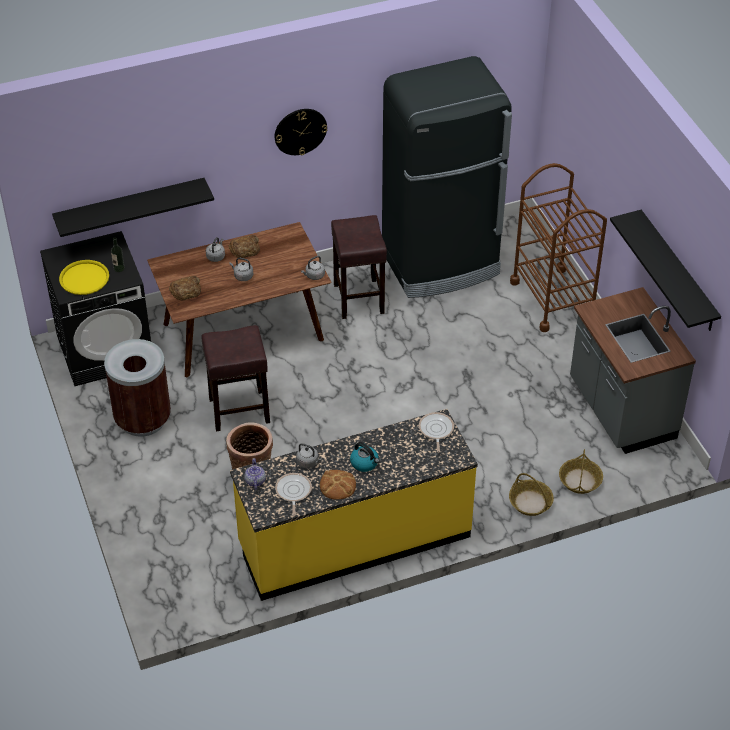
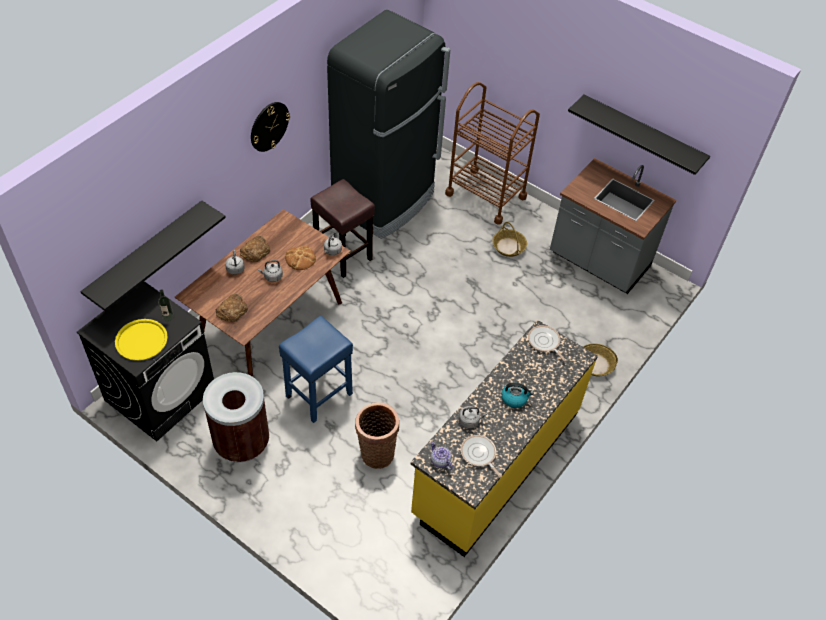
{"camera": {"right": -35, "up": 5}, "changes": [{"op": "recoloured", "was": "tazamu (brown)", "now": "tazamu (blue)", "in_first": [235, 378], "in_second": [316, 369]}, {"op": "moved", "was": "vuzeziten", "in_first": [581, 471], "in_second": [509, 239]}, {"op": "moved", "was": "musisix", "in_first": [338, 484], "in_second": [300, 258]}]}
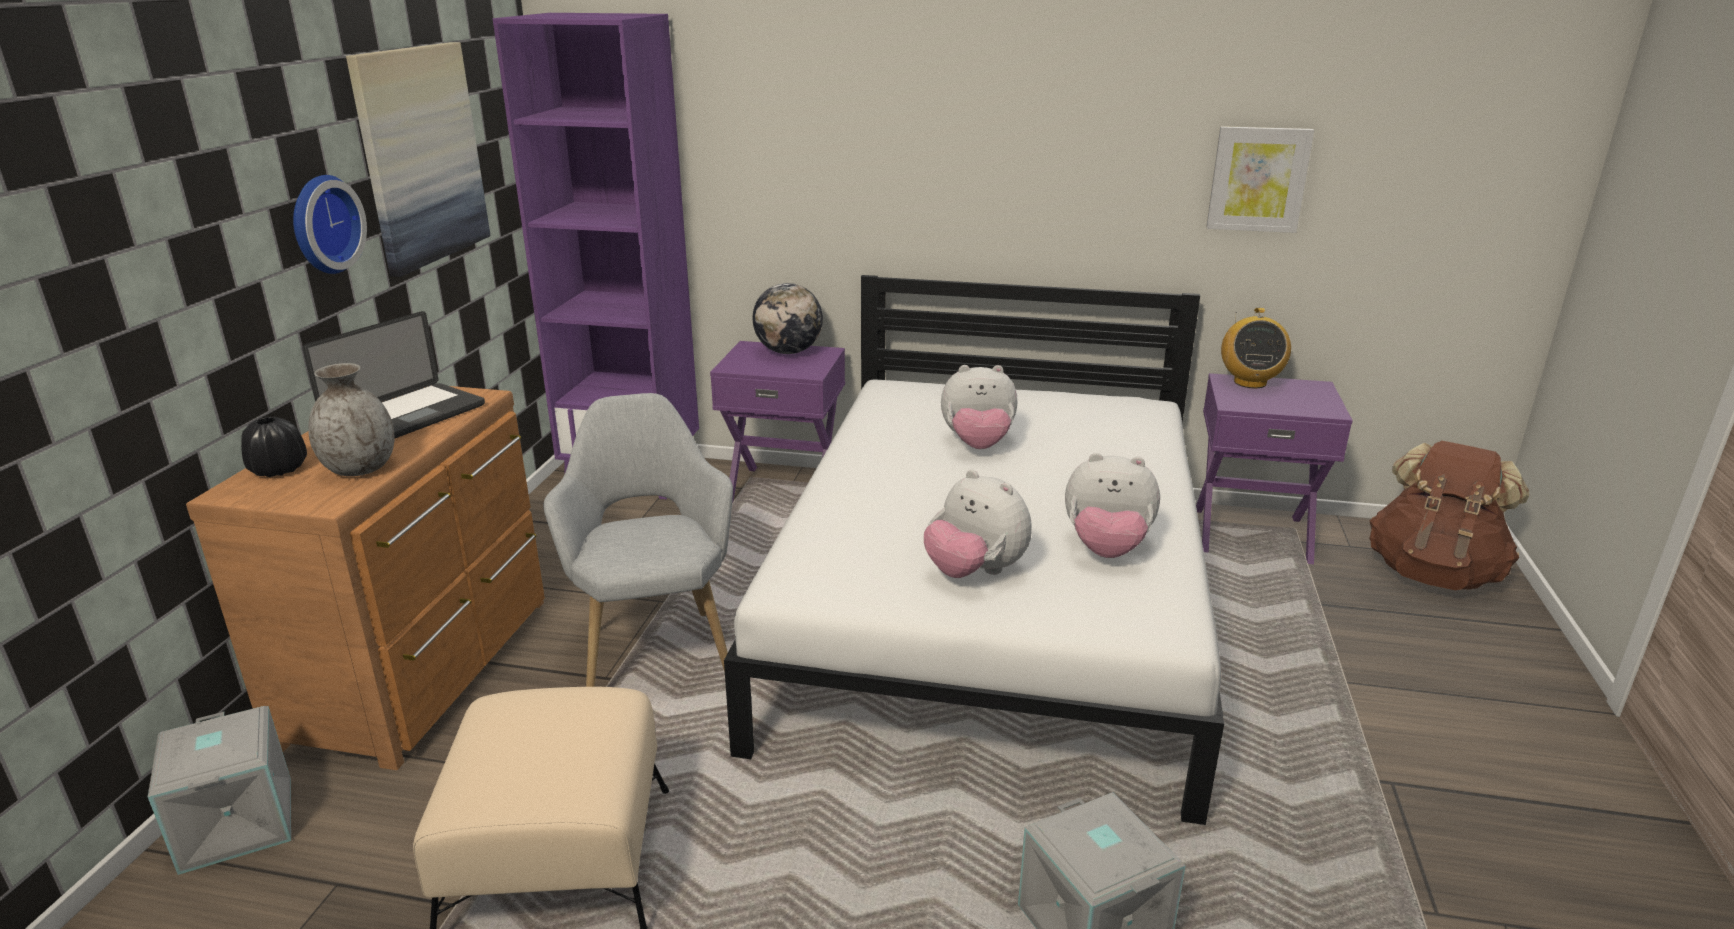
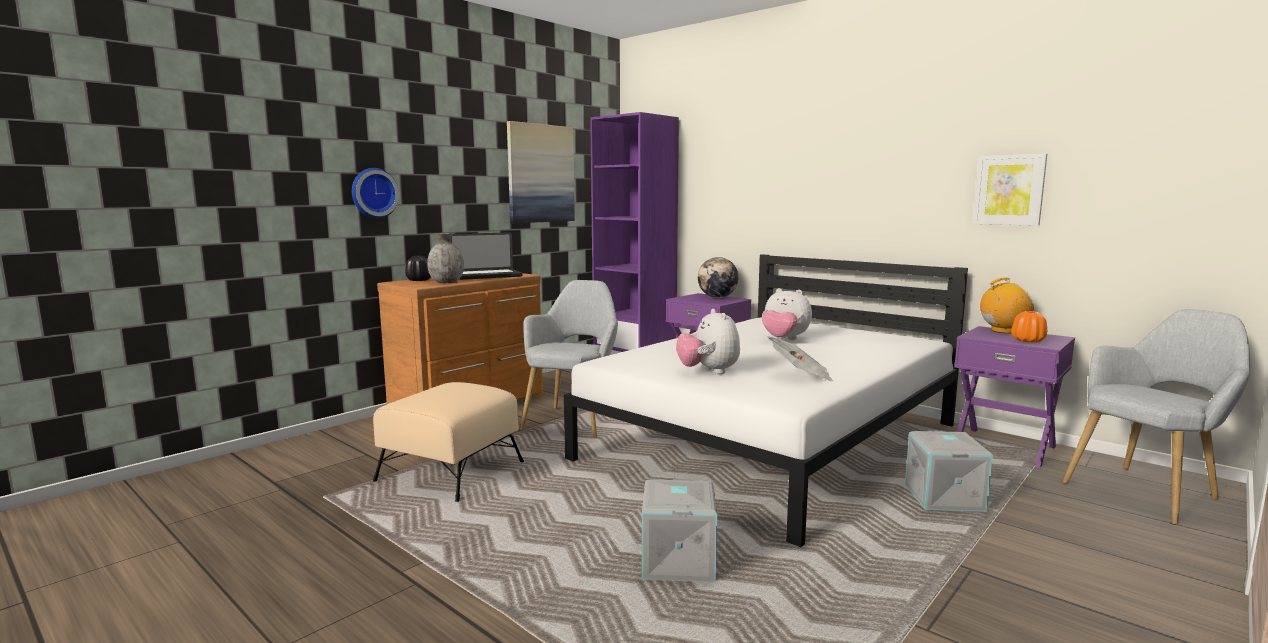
{"camera": {"right": 30, "up": -15}, "changes": [{"op": "moved", "was": "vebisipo", "in_first": [330, 224], "in_second": [375, 193]}, {"op": "turned", "was": "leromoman", "in_first": [1256, 348], "in_second": [1007, 305], "clockwise": -135}, {"op": "replaced", "was": "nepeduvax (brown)", "now": "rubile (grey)", "in_first": [1449, 515], "in_second": [1156, 417]}, {"op": "replaced", "was": "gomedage", "now": "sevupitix", "in_first": [1112, 505], "in_second": [800, 359]}, {"op": "moved", "was": "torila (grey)", "in_first": [219, 790], "in_second": [949, 471]}, {"op": "added", "now": "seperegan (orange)", "in_second": [1029, 326]}]}
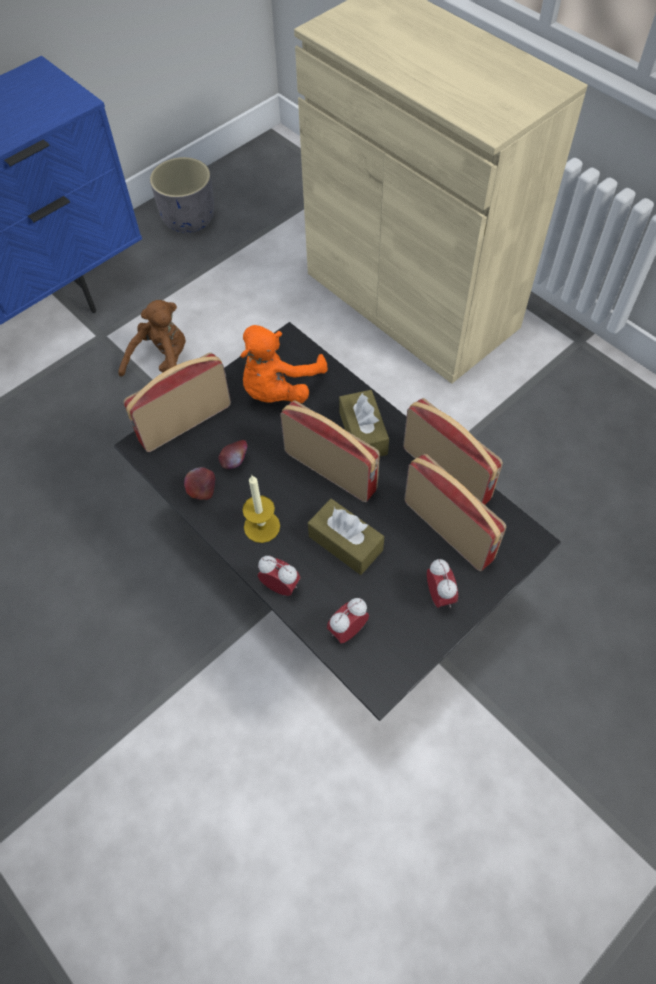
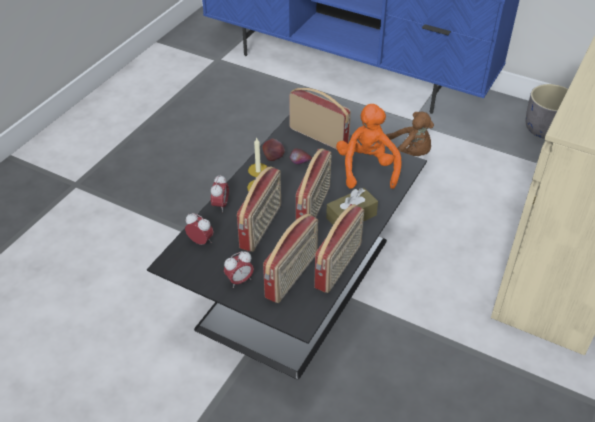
{"camera": {"right": 70, "up": -15}, "changes": [{"op": "turned", "was": "gomedage (orange)", "in_first": [284, 364], "in_second": [368, 146], "clockwise": 75}, {"op": "replaced", "was": "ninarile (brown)", "now": "leromoman", "in_first": [346, 537], "in_second": [259, 209]}]}
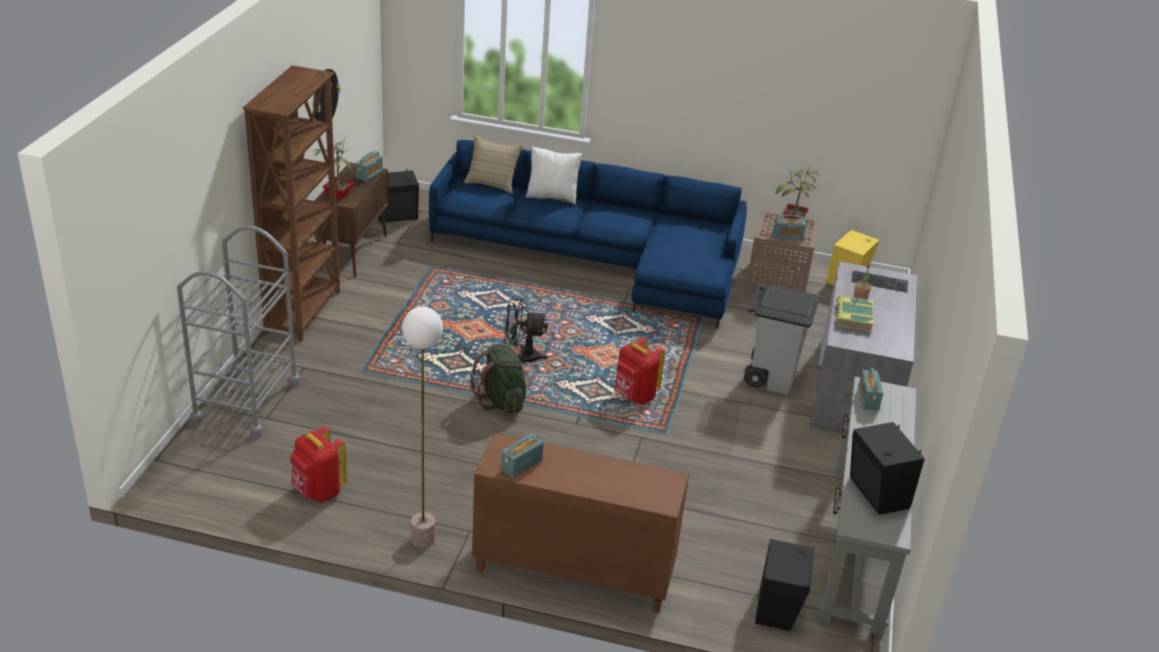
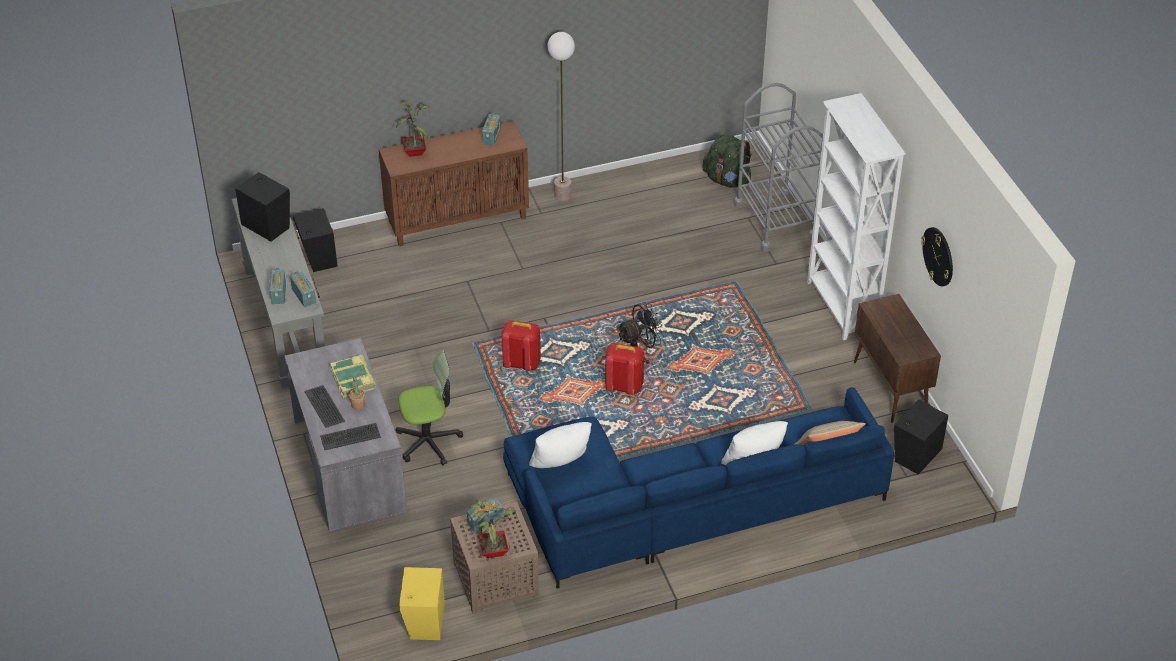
{"camera": {"right": 150, "up": 10}, "changes": [{"op": "recoloured", "was": "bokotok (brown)", "now": "bokotok (white)", "in_first": [291, 203], "in_second": [856, 216]}, {"op": "moved", "was": "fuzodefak", "in_first": [334, 168], "in_second": [412, 128]}, {"op": "moved", "was": "leromoman", "in_first": [369, 166], "in_second": [277, 286]}, {"op": "replaced", "was": "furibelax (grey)", "now": "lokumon", "in_first": [781, 339], "in_second": [429, 407]}, {"op": "moved", "was": "nepeduvax (green)", "in_first": [499, 379], "in_second": [726, 161]}, {"op": "moved", "was": "nepeduvax (red)", "in_first": [318, 464], "in_second": [624, 369]}, {"op": "added", "now": "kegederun", "in_second": [324, 406]}, {"op": "added", "now": "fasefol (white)", "in_second": [560, 445]}]}
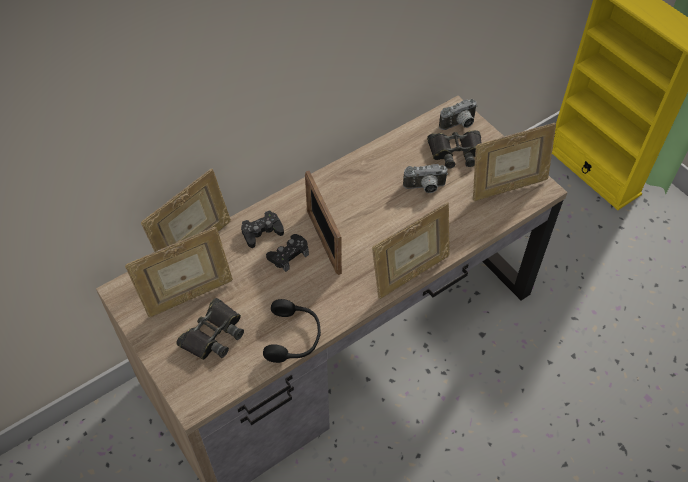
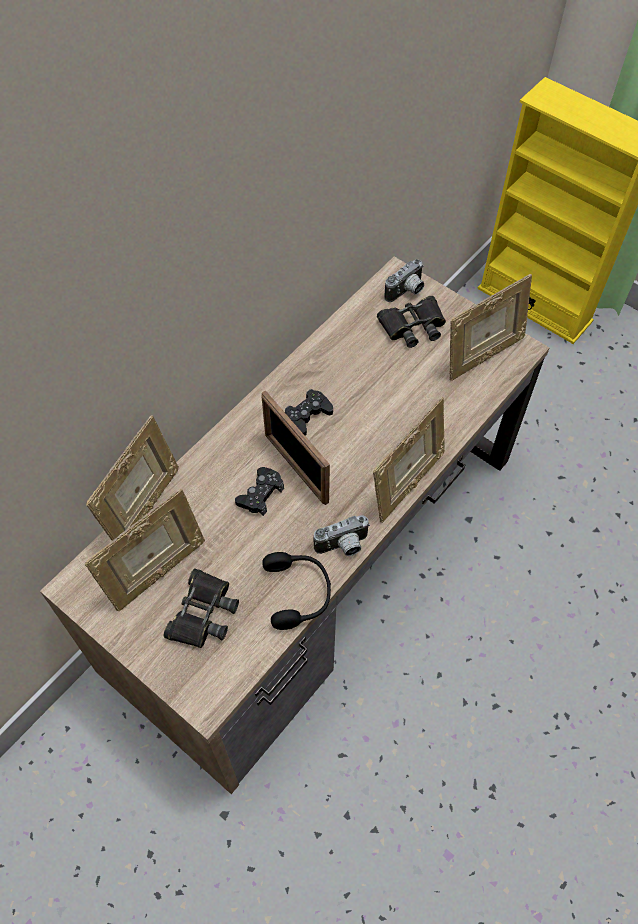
{"camera": {"right": -15, "up": 5}, "changes": [{"op": "moved", "was": "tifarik", "in_first": [425, 178], "in_second": [342, 535]}, {"op": "moved", "was": "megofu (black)", "in_first": [262, 229], "in_second": [309, 412]}]}
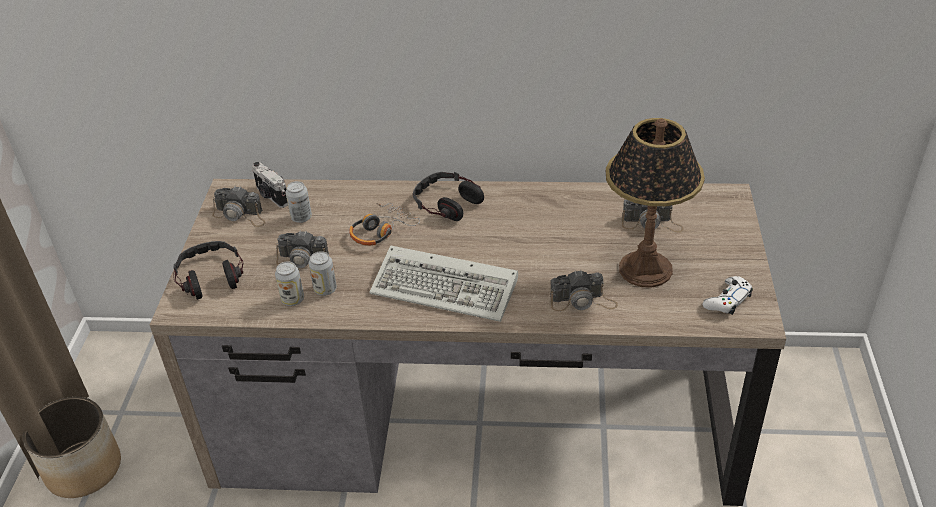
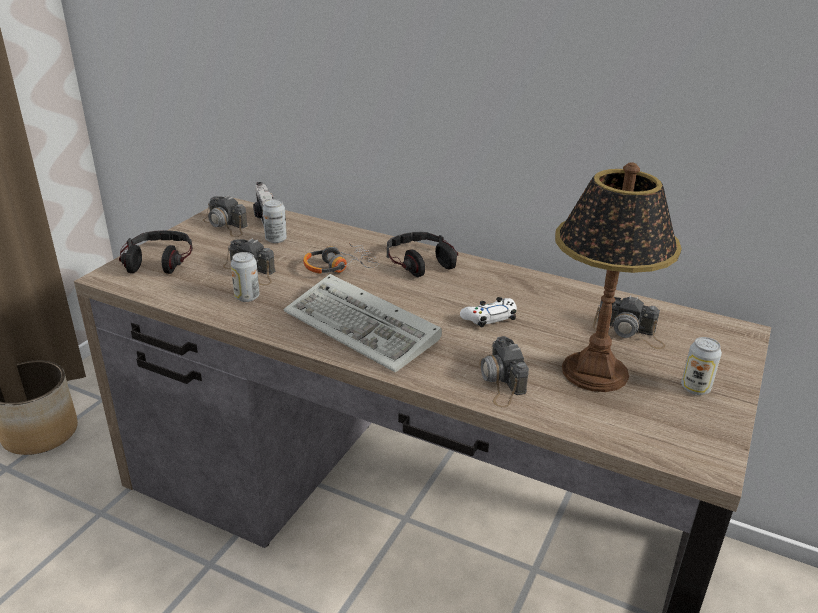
{"camera": {"right": 20, "up": -10}, "changes": [{"op": "moved", "was": "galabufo", "in_first": [289, 284], "in_second": [701, 366]}, {"op": "turned", "was": "tifarik", "in_first": [584, 291], "in_second": [504, 371], "clockwise": 60}, {"op": "moved", "was": "megofu (white)", "in_first": [728, 295], "in_second": [488, 312]}]}
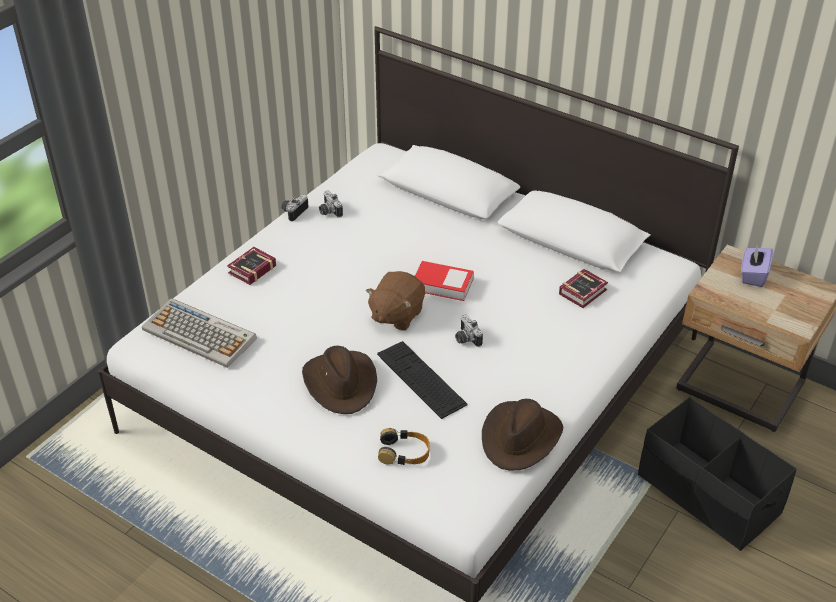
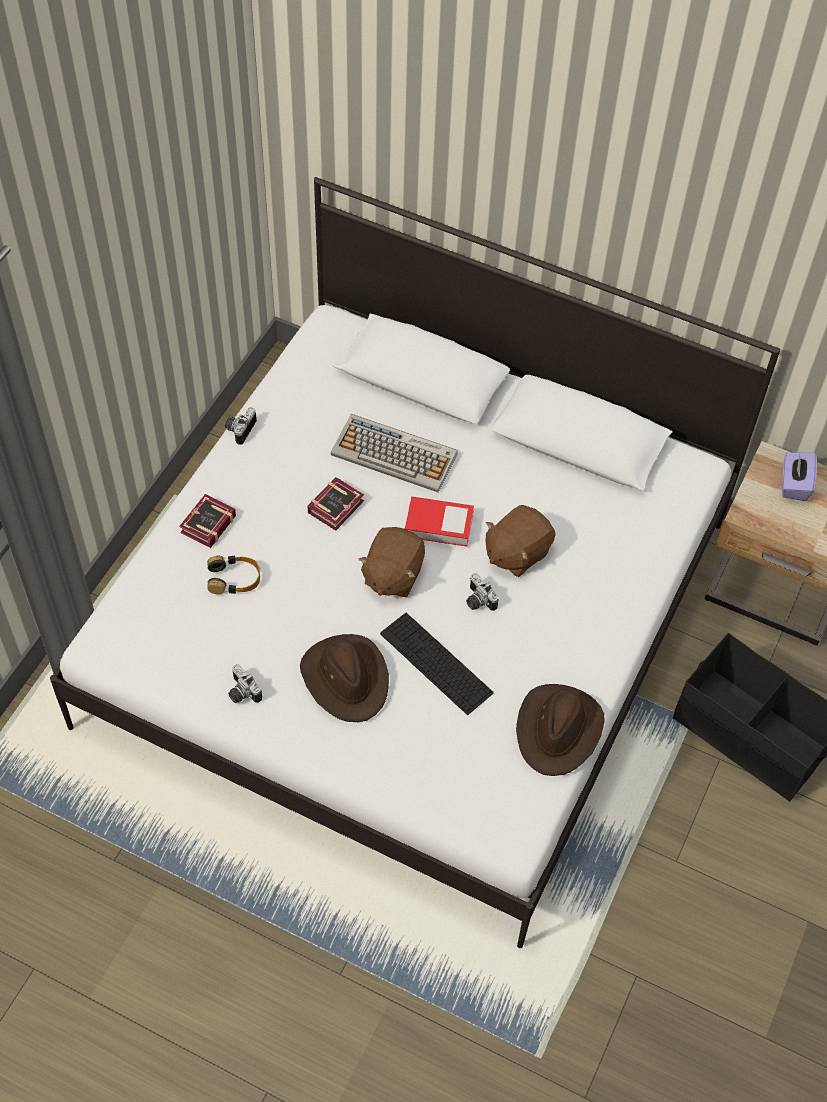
{"camera": {"right": -10, "up": 15}, "changes": [{"op": "moved", "was": "tifarik", "in_first": [331, 204], "in_second": [245, 683]}, {"op": "moved", "was": "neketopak", "in_first": [583, 288], "in_second": [336, 503]}, {"op": "moved", "was": "kegederun", "in_first": [199, 333], "in_second": [394, 453]}, {"op": "moved", "was": "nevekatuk", "in_first": [404, 446], "in_second": [233, 575]}, {"op": "added", "now": "gomedage (brown)", "in_second": [521, 541]}]}
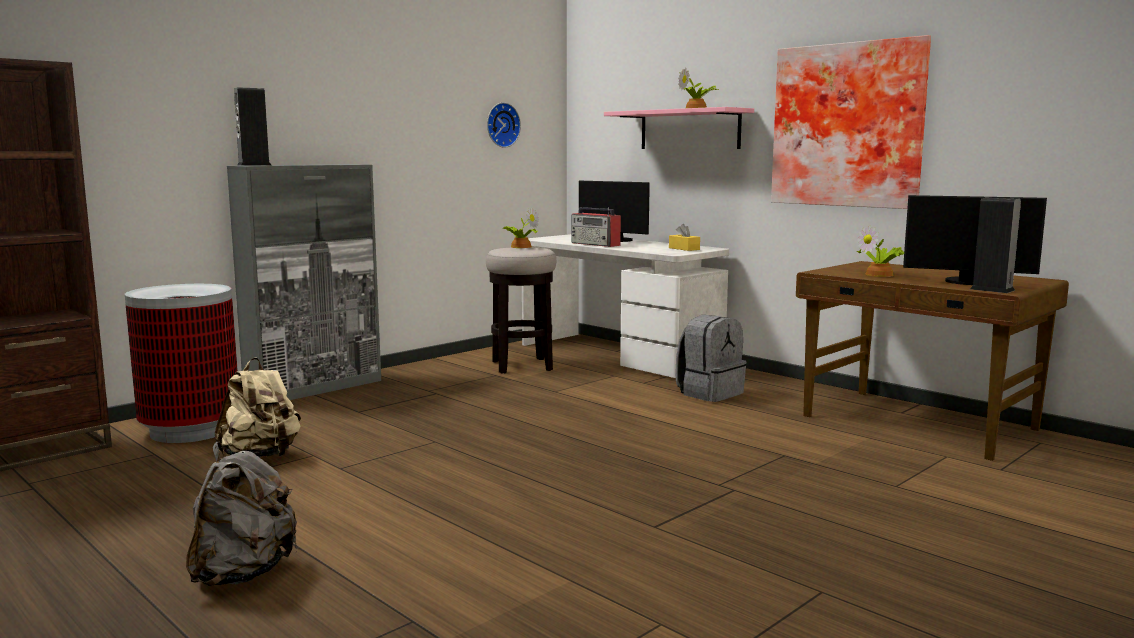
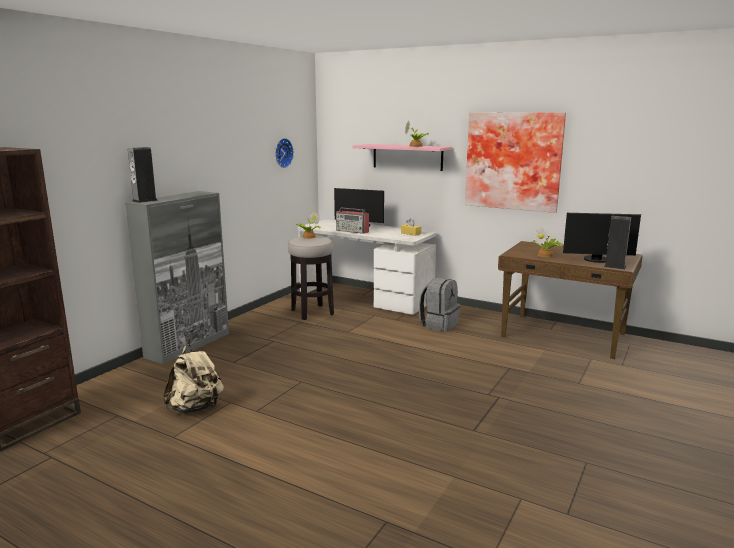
{"camera": {"right": -15, "up": 5}, "changes": [{"op": "removed", "was": "furibelax", "in_first": [181, 363]}, {"op": "removed", "was": "nepeduvax (grey)", "in_first": [242, 513]}]}
